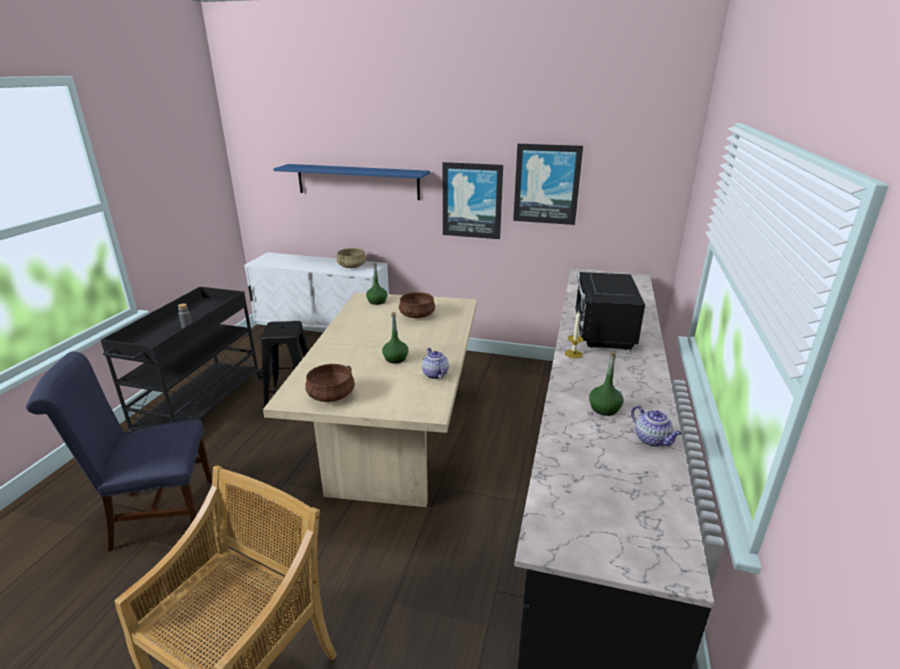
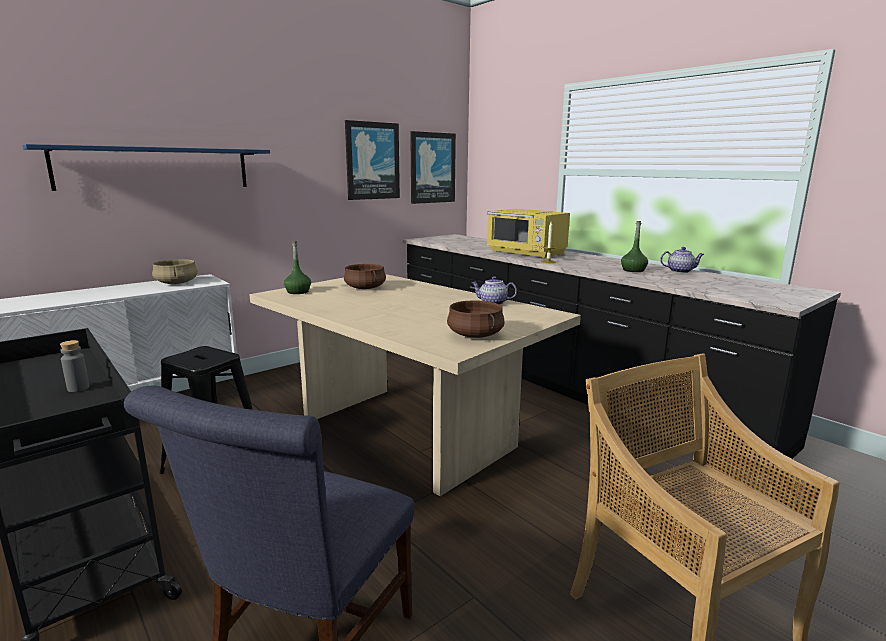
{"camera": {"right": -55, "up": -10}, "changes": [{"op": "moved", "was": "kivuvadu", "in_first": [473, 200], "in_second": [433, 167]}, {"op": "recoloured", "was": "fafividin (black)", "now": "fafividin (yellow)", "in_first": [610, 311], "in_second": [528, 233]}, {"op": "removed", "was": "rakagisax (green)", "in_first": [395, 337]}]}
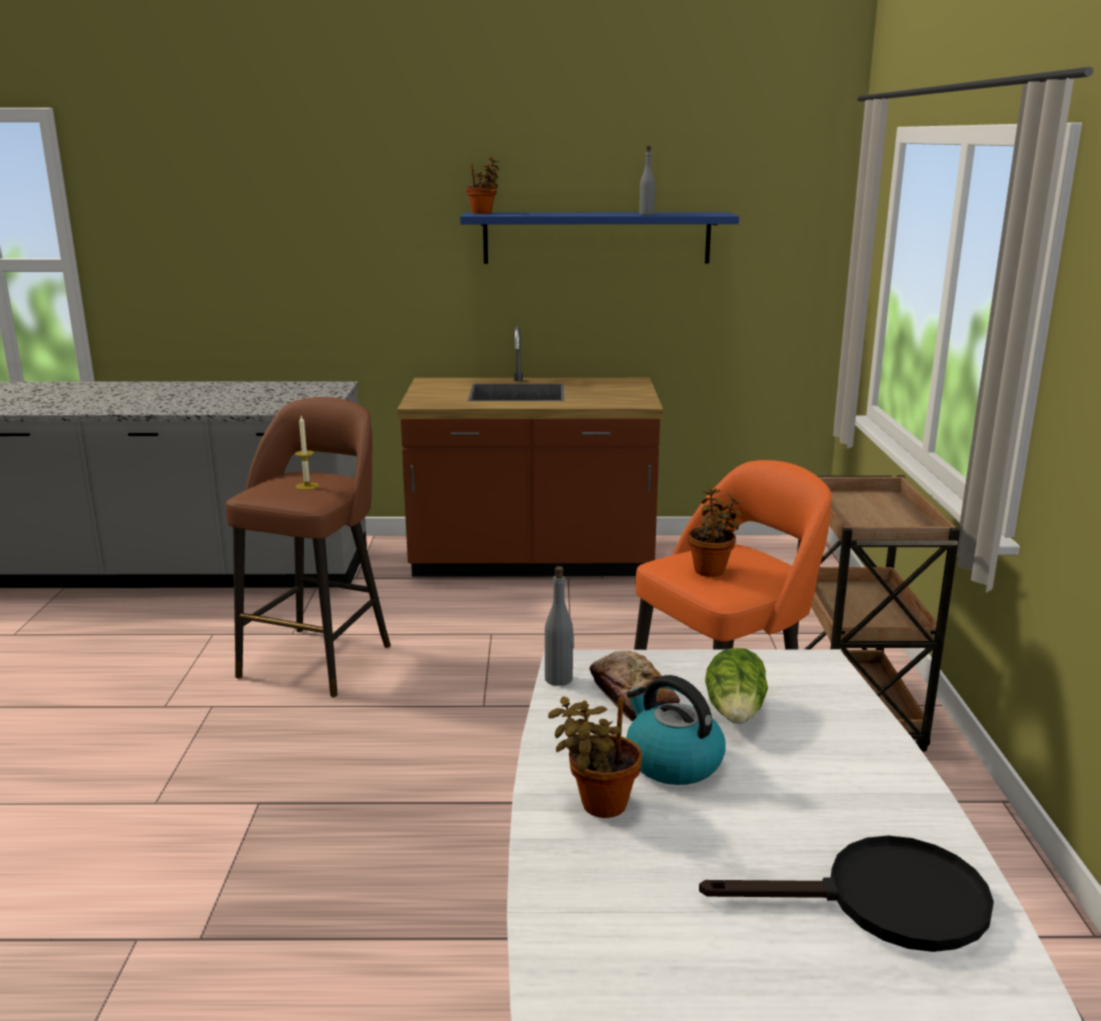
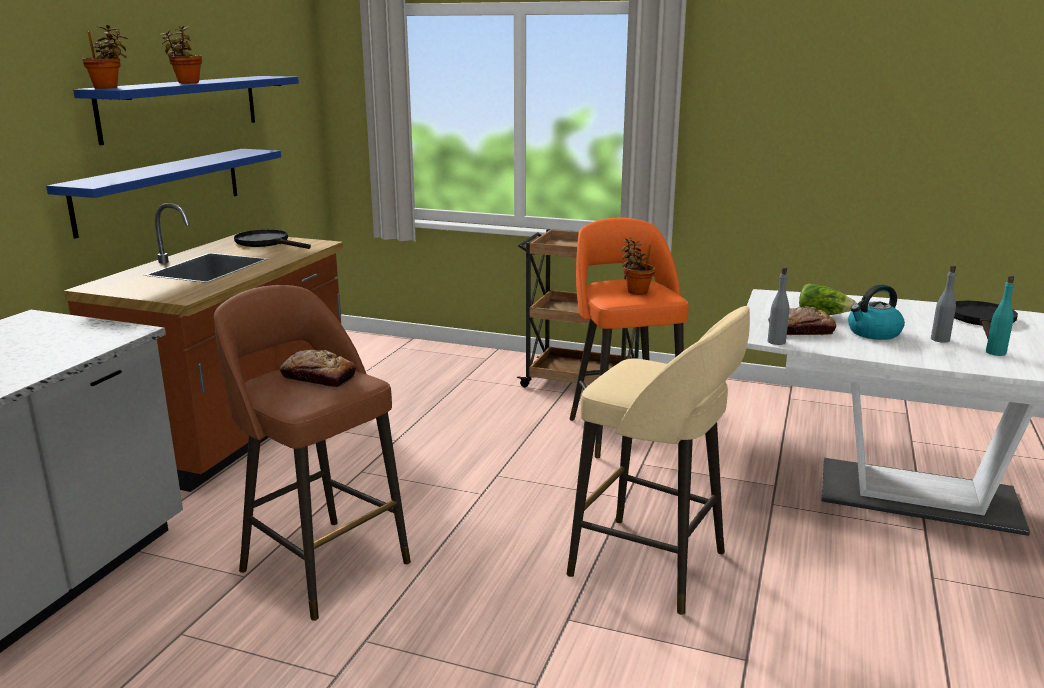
{"camera": {"right": -70, "up": 0}, "changes": [{"op": "moved", "was": "rakagisax (grey)", "in_first": [647, 180], "in_second": [943, 304]}, {"op": "replaced", "was": "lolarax", "now": "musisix", "in_first": [307, 453], "in_second": [317, 368]}, {"op": "moved", "was": "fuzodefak", "in_first": [595, 757], "in_second": [181, 54]}, {"op": "added", "now": "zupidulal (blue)", "in_second": [163, 194]}, {"op": "added", "now": "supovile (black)", "in_second": [272, 239]}, {"op": "added", "now": "rakagisax (turquoise)", "in_second": [1000, 316]}, {"op": "added", "now": "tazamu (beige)", "in_second": [658, 460]}]}
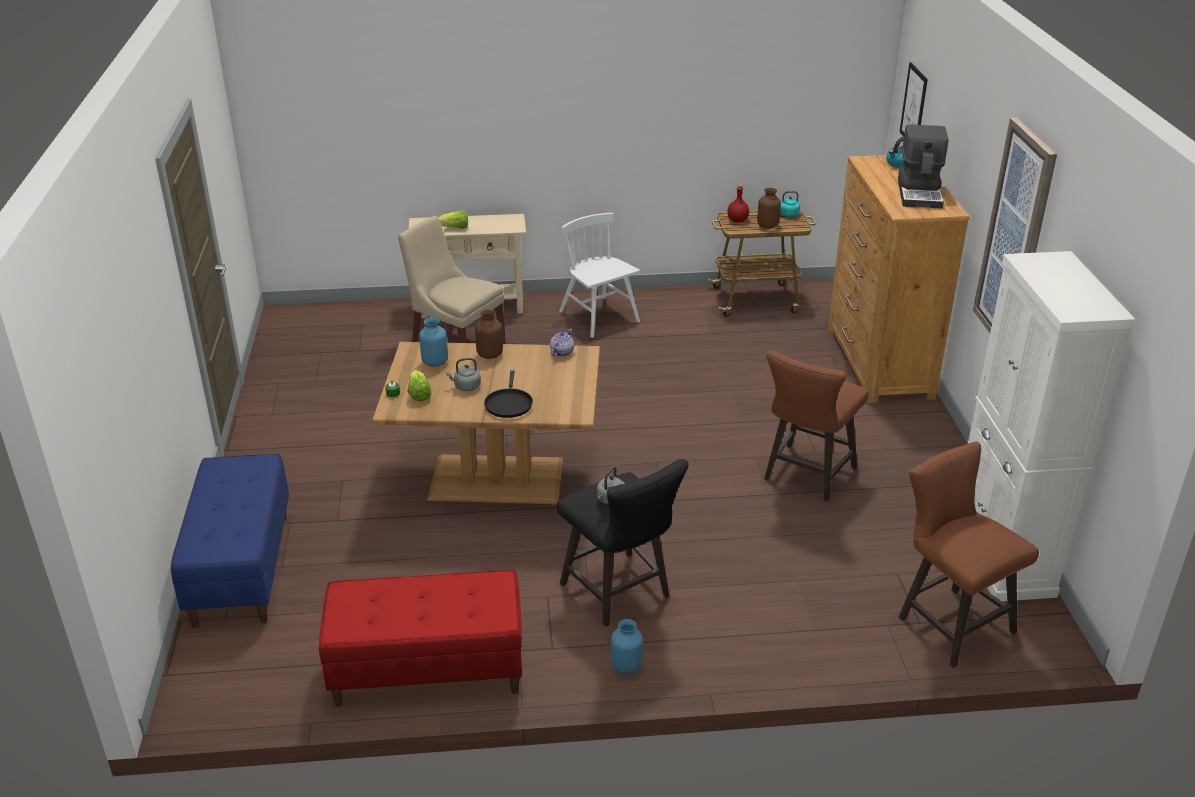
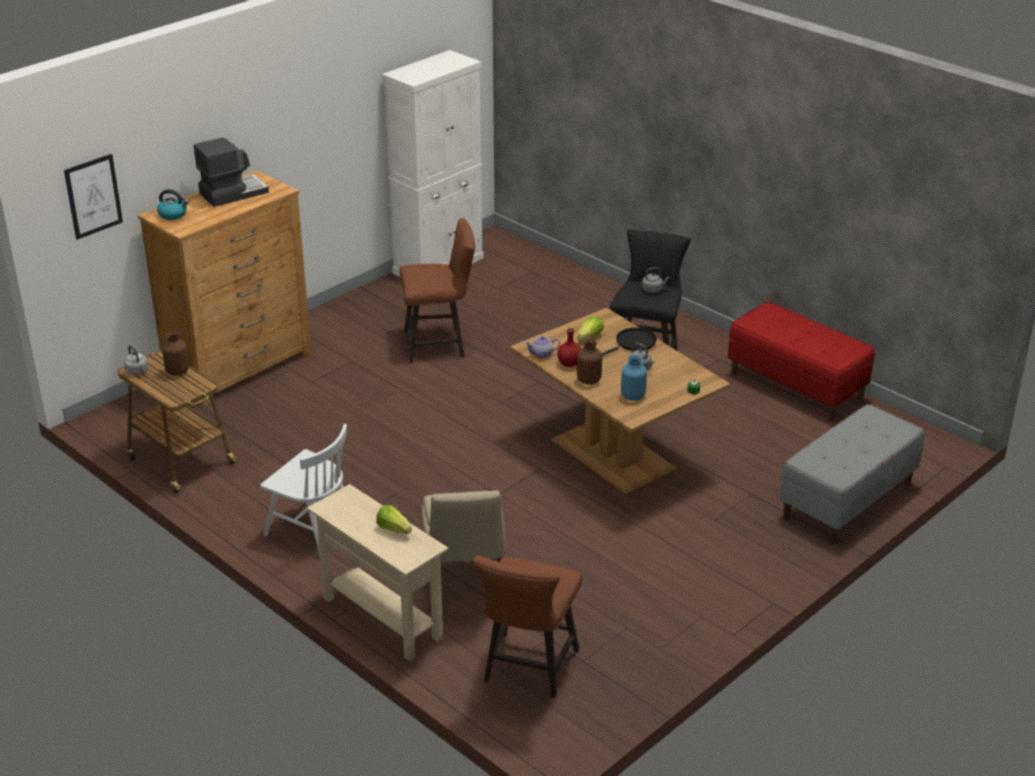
{"camera": {"right": -130, "up": 0}, "changes": [{"op": "removed", "was": "kivuvadu", "in_first": [1015, 225]}, {"op": "moved", "was": "rakagisax (red)", "in_first": [738, 203], "in_second": [569, 346]}, {"op": "recoloured", "was": "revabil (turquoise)", "now": "revabil (grey)", "in_first": [790, 204], "in_second": [136, 360]}, {"op": "turned", "was": "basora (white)", "in_first": [599, 275], "in_second": [304, 489], "clockwise": -75}, {"op": "moved", "was": "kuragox", "in_first": [419, 385], "in_second": [590, 328]}, {"op": "moved", "was": "tazamu (brown)", "in_first": [968, 555], "in_second": [528, 627]}, {"op": "recoloured", "was": "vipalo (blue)", "now": "vipalo (grey)", "in_first": [230, 541], "in_second": [852, 474]}, {"op": "removed", "was": "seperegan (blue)", "in_first": [627, 646]}]}
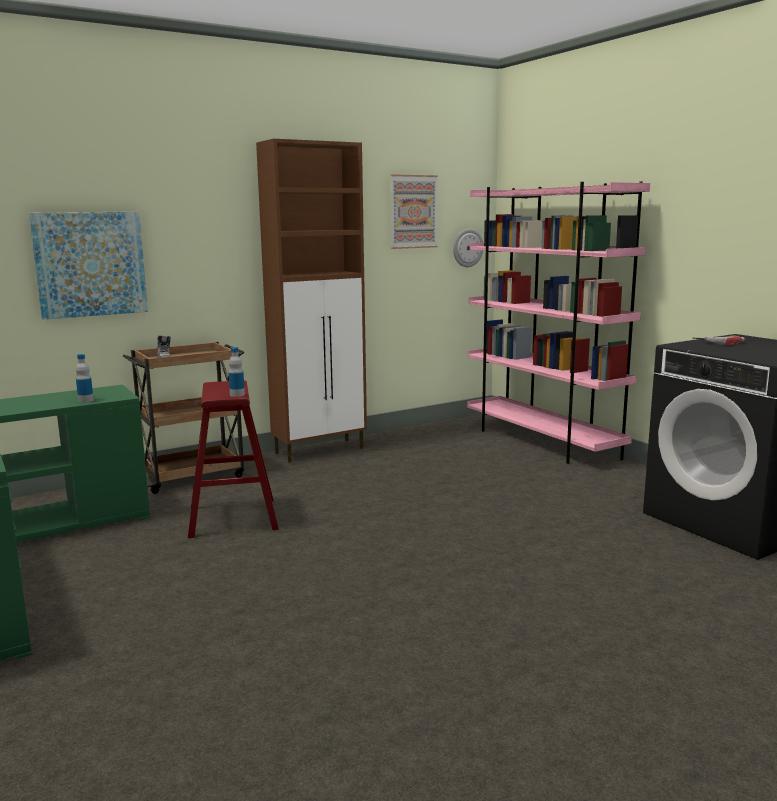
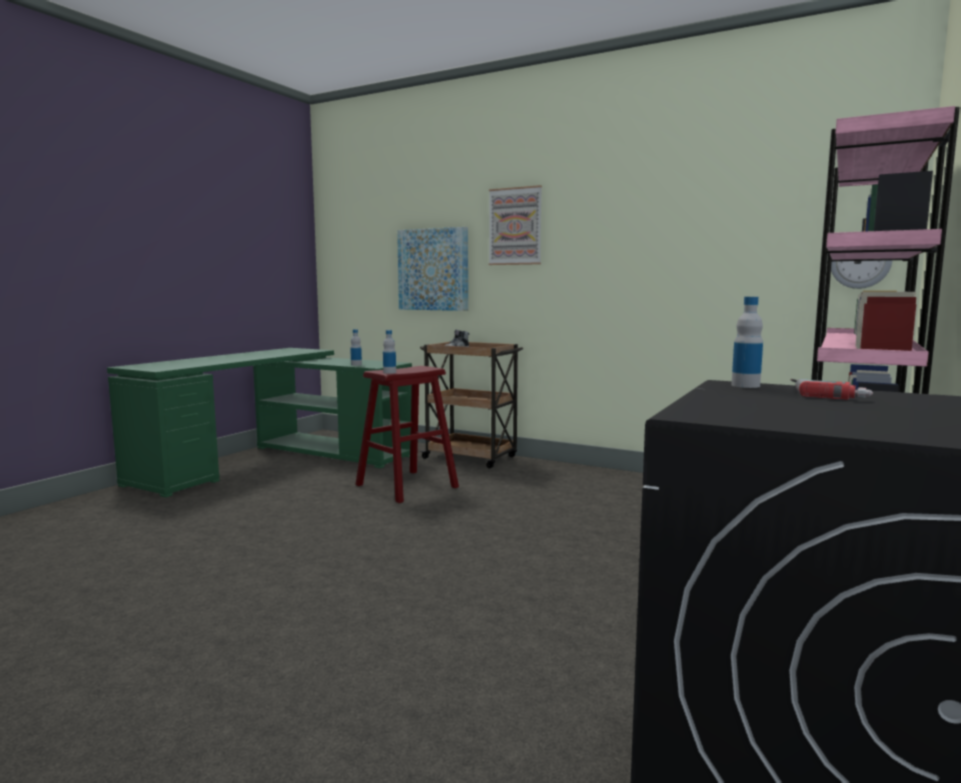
{"camera": {"right": 60, "up": -5}, "changes": [{"op": "removed", "was": "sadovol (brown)", "in_first": [311, 301]}, {"op": "moved", "was": "kivuvadu", "in_first": [414, 211], "in_second": [515, 225]}, {"op": "added", "now": "rakagisax", "in_second": [747, 342]}]}
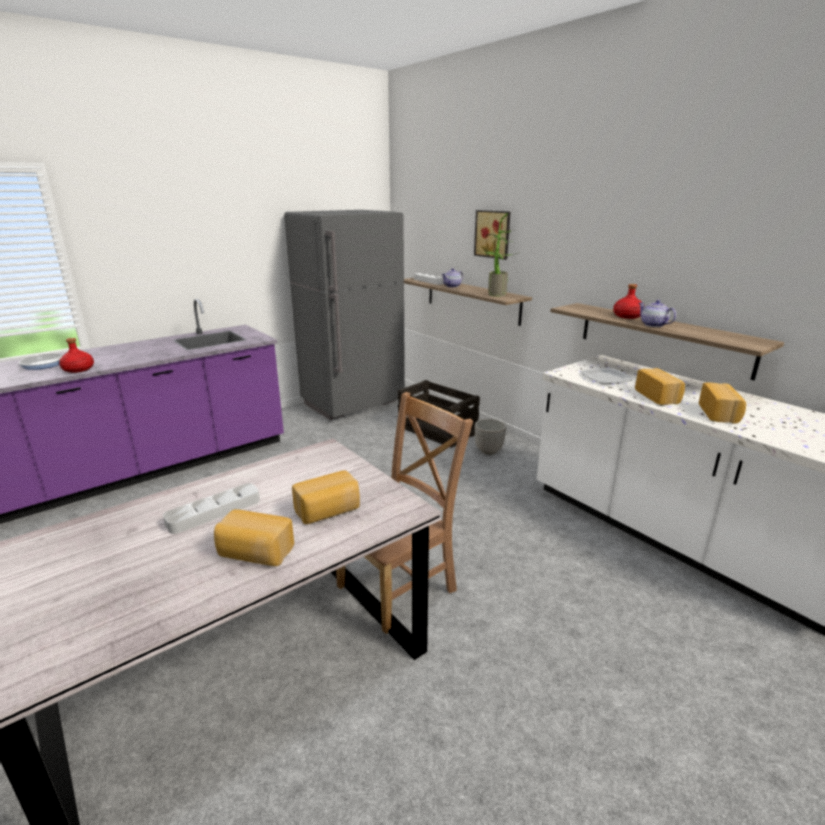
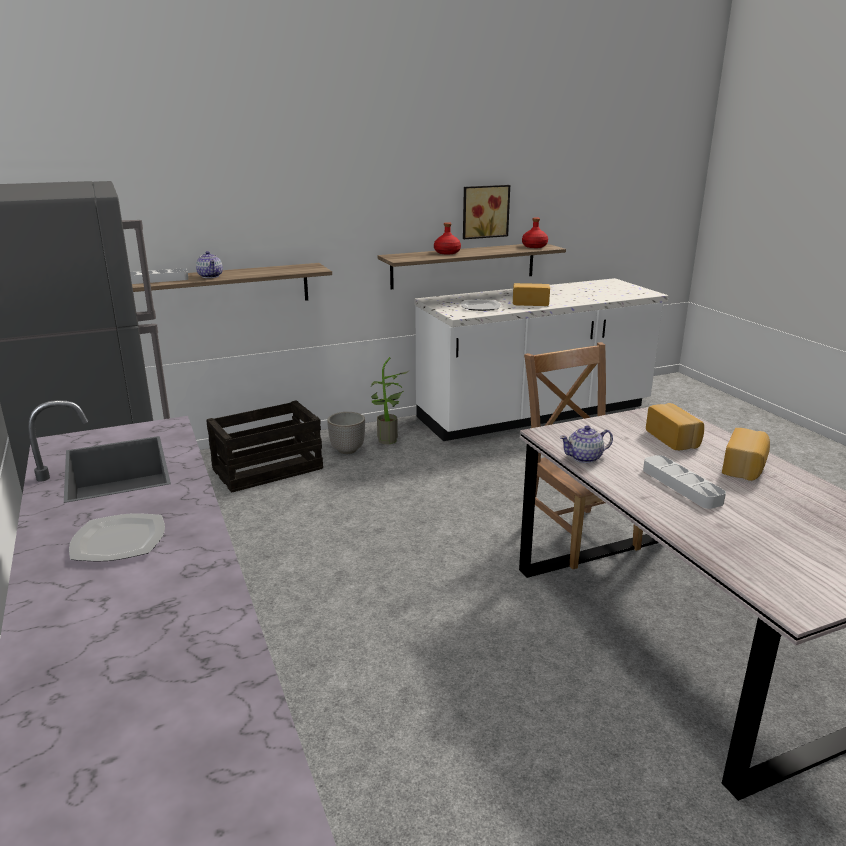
{"camera": {"right": -75, "up": 0}, "changes": [{"op": "moved", "was": "kivuvadu", "in_first": [492, 235], "in_second": [486, 212]}, {"op": "moved", "was": "fuzodefak", "in_first": [498, 255], "in_second": [389, 401]}, {"op": "moved", "was": "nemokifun", "in_first": [657, 313], "in_second": [586, 444]}, {"op": "moved", "was": "rakagisax (red)", "in_first": [76, 355], "in_second": [535, 232]}, {"op": "removed", "was": "supovile", "in_first": [53, 360]}, {"op": "removed", "was": "musisix", "in_first": [722, 403]}, {"op": "added", "now": "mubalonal", "in_second": [117, 537]}]}
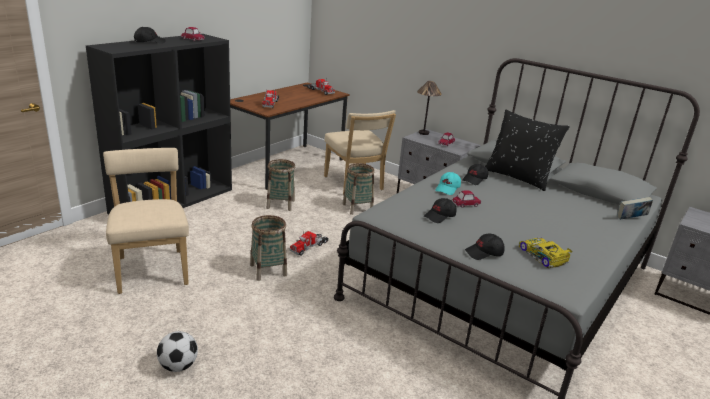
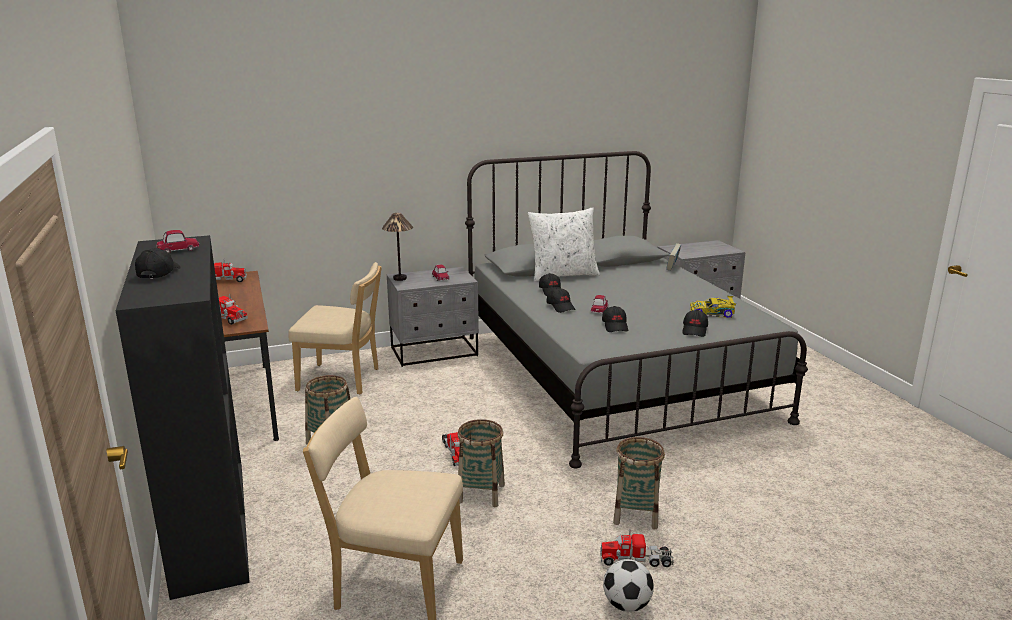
{"camera": {"right": -55, "up": -5}, "changes": [{"op": "recoloured", "was": "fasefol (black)", "now": "fasefol (white)", "in_first": [527, 150], "in_second": [564, 244]}, {"op": "moved", "was": "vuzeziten", "in_first": [358, 189], "in_second": [639, 483]}, {"op": "recoloured", "was": "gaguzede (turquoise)", "now": "gaguzede (black)", "in_first": [448, 183], "in_second": [561, 300]}, {"op": "added", "now": "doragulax", "in_second": [637, 548]}]}
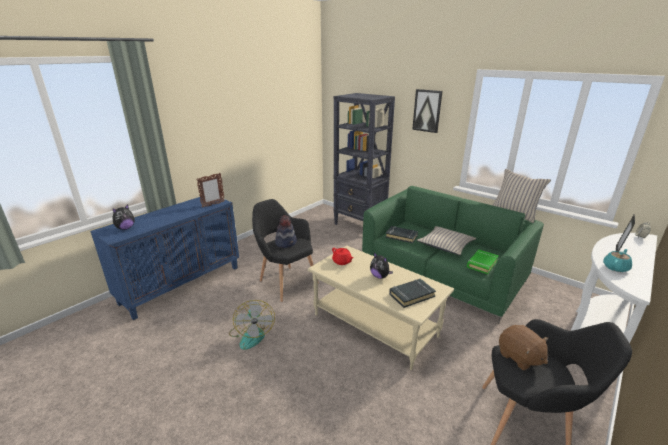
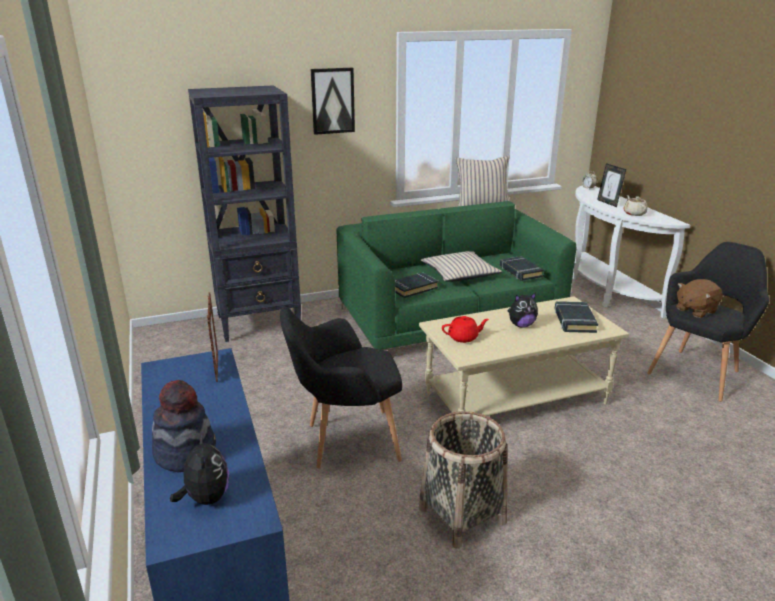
{"camera": {"right": -60, "up": 0}, "changes": [{"op": "moved", "was": "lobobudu", "in_first": [286, 231], "in_second": [184, 426]}, {"op": "recoloured", "was": "nemokifun (turquoise)", "now": "nemokifun (beige)", "in_first": [617, 260], "in_second": [635, 205]}, {"op": "recoloured", "was": "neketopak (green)", "now": "neketopak (black)", "in_first": [483, 262], "in_second": [522, 268]}, {"op": "replaced", "was": "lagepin", "now": "vuzeziten", "in_first": [252, 325], "in_second": [463, 480]}, {"op": "turned", "was": "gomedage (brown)", "in_first": [523, 347], "in_second": [699, 298], "clockwise": 150}]}
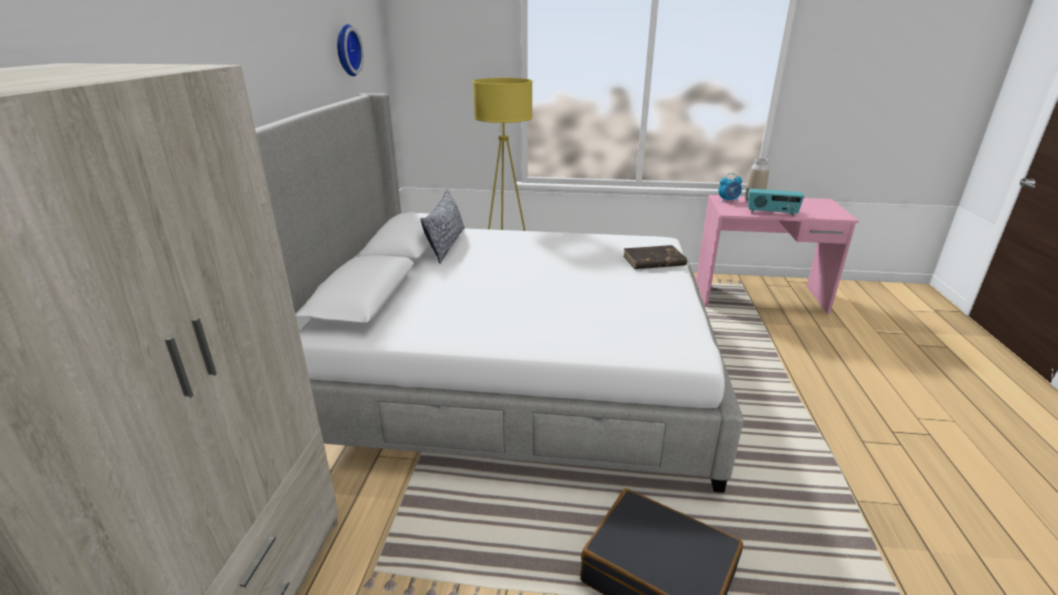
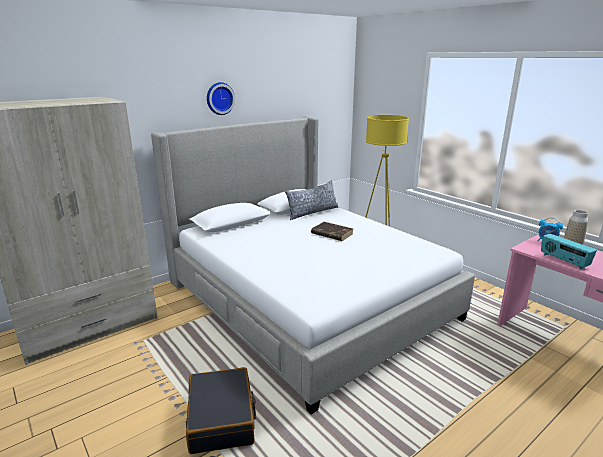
{"camera": {"right": 45, "up": -5}, "changes": [{"op": "moved", "was": "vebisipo", "in_first": [350, 50], "in_second": [221, 98]}, {"op": "moved", "was": "neketopak (brown)", "in_first": [655, 257], "in_second": [332, 231]}]}
